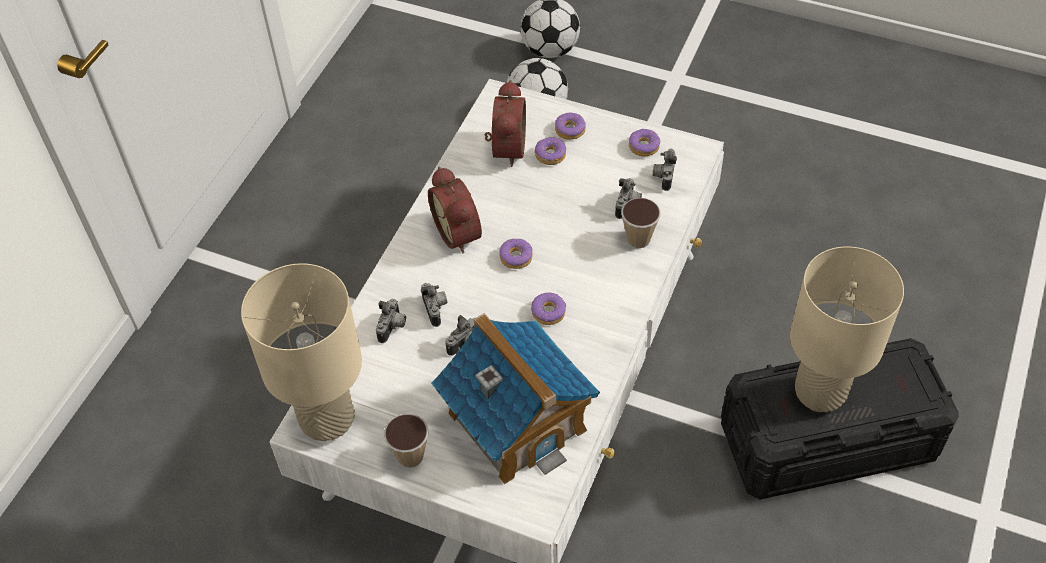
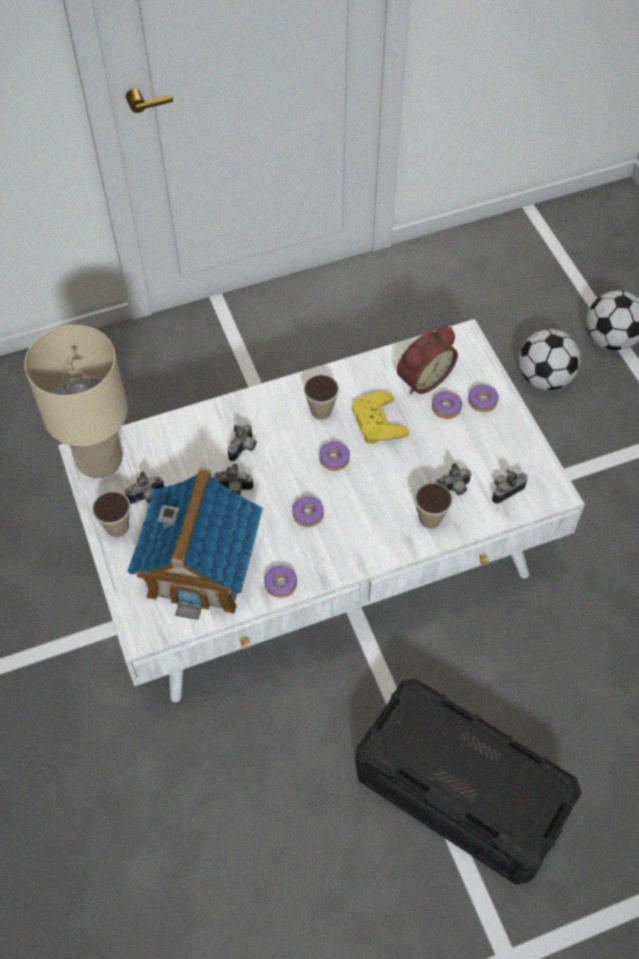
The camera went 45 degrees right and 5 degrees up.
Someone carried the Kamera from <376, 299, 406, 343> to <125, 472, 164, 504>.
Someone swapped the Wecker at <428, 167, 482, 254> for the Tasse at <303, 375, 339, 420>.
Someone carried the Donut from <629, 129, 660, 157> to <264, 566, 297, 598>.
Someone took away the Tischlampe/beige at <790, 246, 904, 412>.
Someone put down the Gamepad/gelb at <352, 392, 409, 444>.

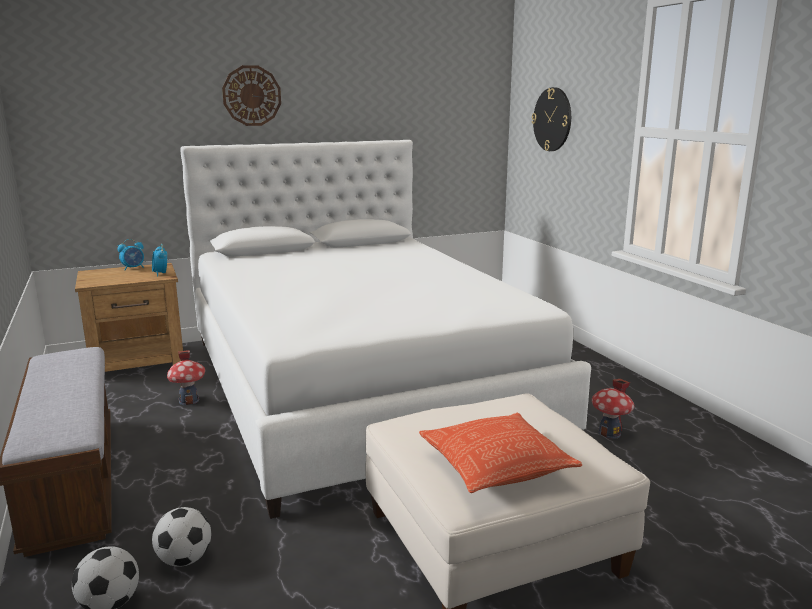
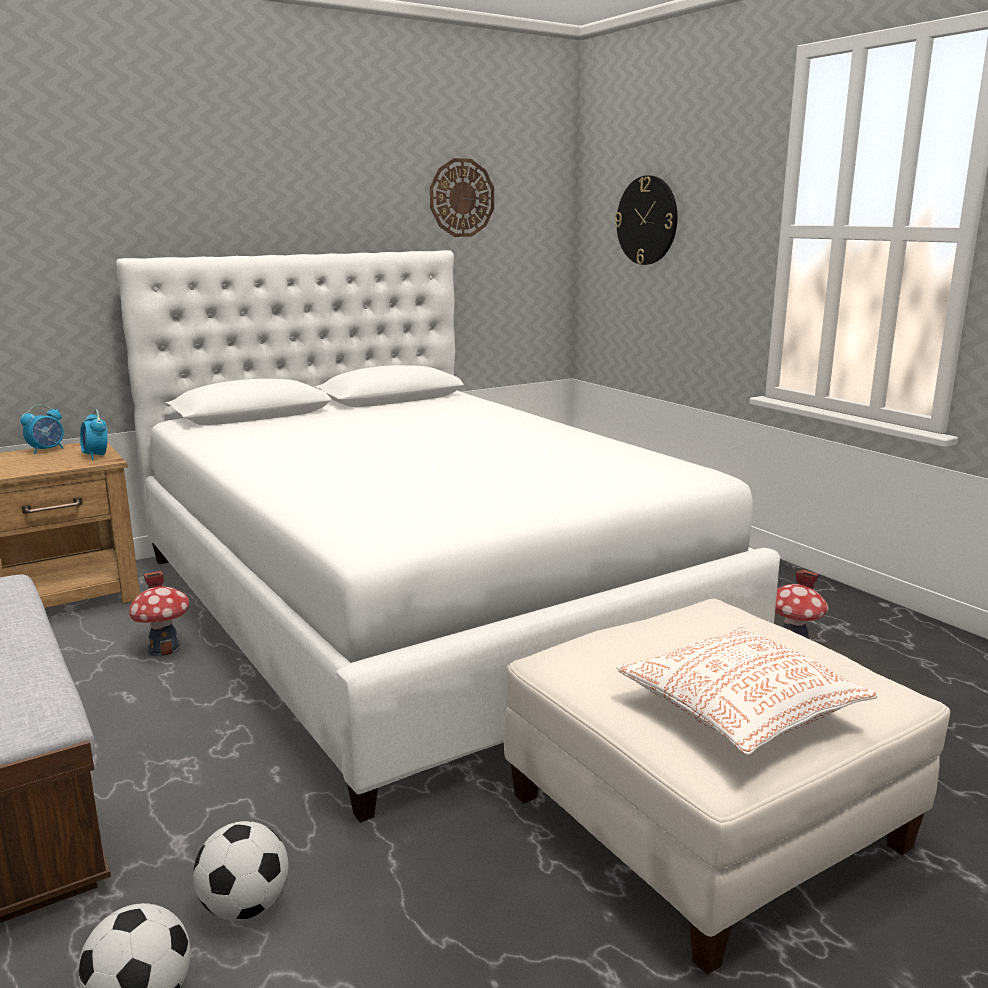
The camera went 10 degrees left and 0 degrees up.
Someone carried the Wanduhr from <222, 65, 281, 126> to <430, 158, 494, 237>.
Someone repainted the Kissen/orange at <419, 413, 582, 493>, which became the Kissen/weiß at <617, 627, 877, 755>.

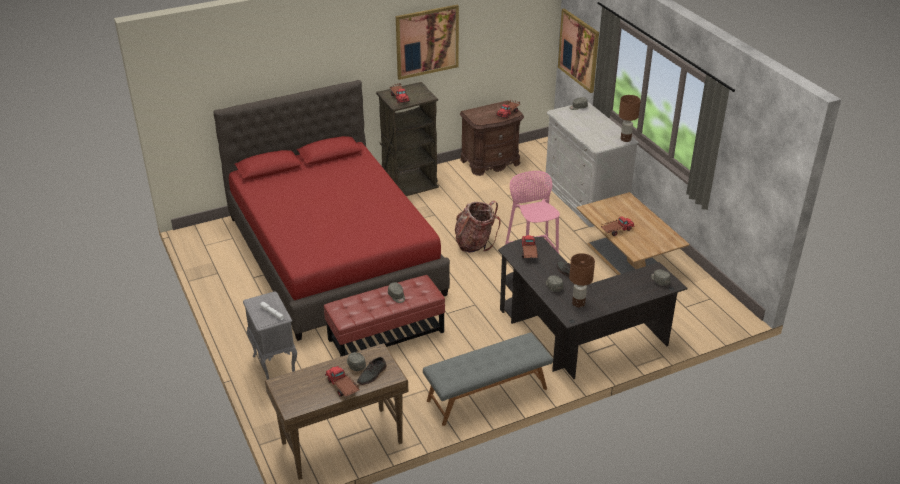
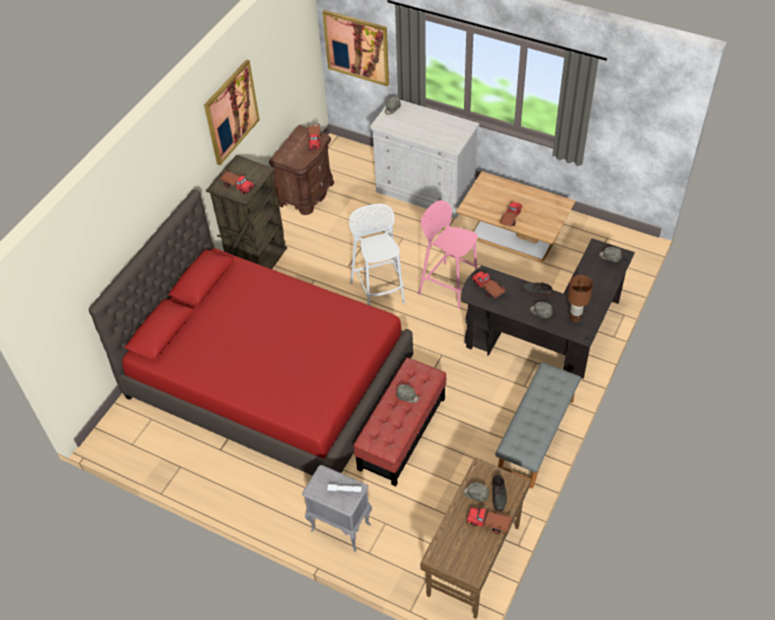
The camera went 35 degrees left and 15 degrees up.
Someone swapped the Rucksack at <455, 201, 501, 253> for the Hocker/weiß at <349, 204, 405, 305>.
Someone took away the Tischlampe/braun at <619, 95, 641, 142>.

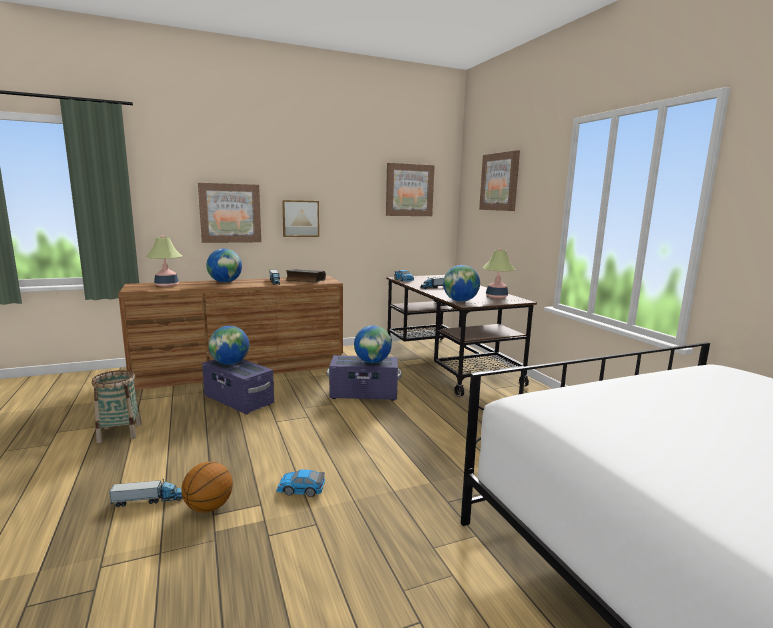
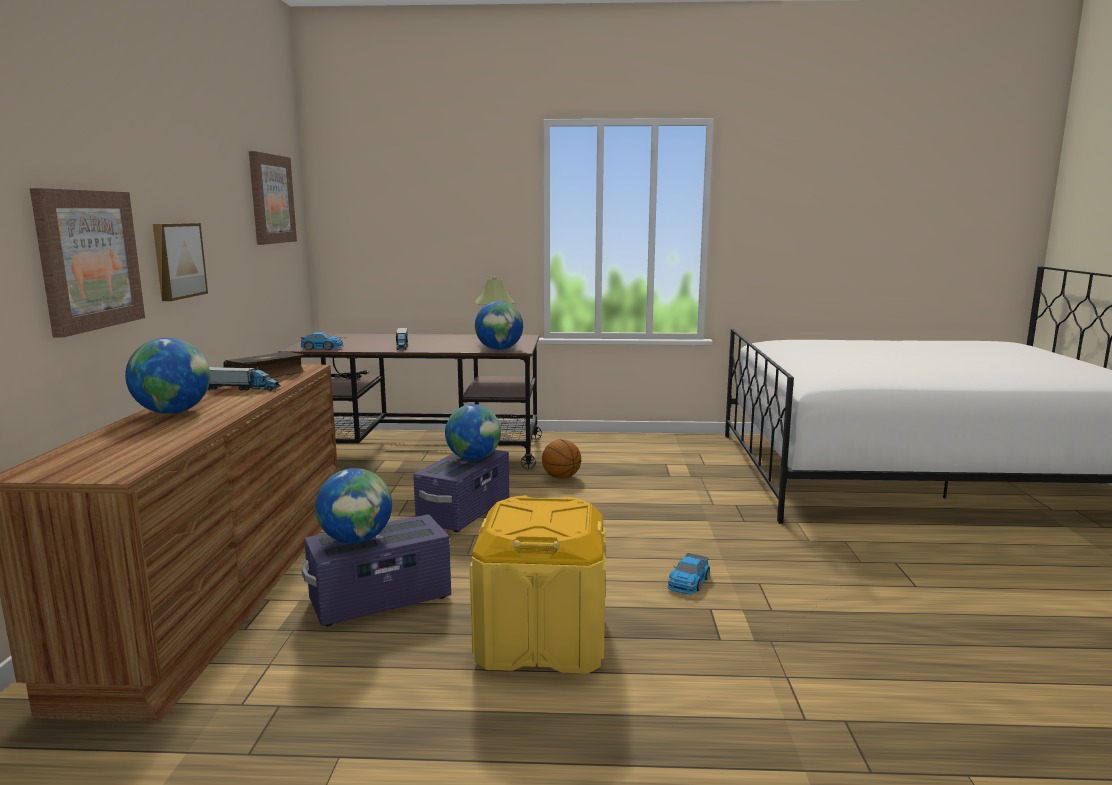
The camera went 65 degrees left and 0 degrees up.
Someone took away the Korb at <91, 370, 142, 443>.
Someone took away the Spielzeuglaster at <109, 479, 183, 507>.
Someone took away the Tischlampe at <146, 236, 183, 287>.
Someone carried the Basketball from <182, 462, 233, 513> to <542, 439, 581, 479>.
Someone took away the Bild at <479, 150, 520, 211>.
Someone put down the Aufbewahrungsbox/gelb at <470, 495, 606, 674>.

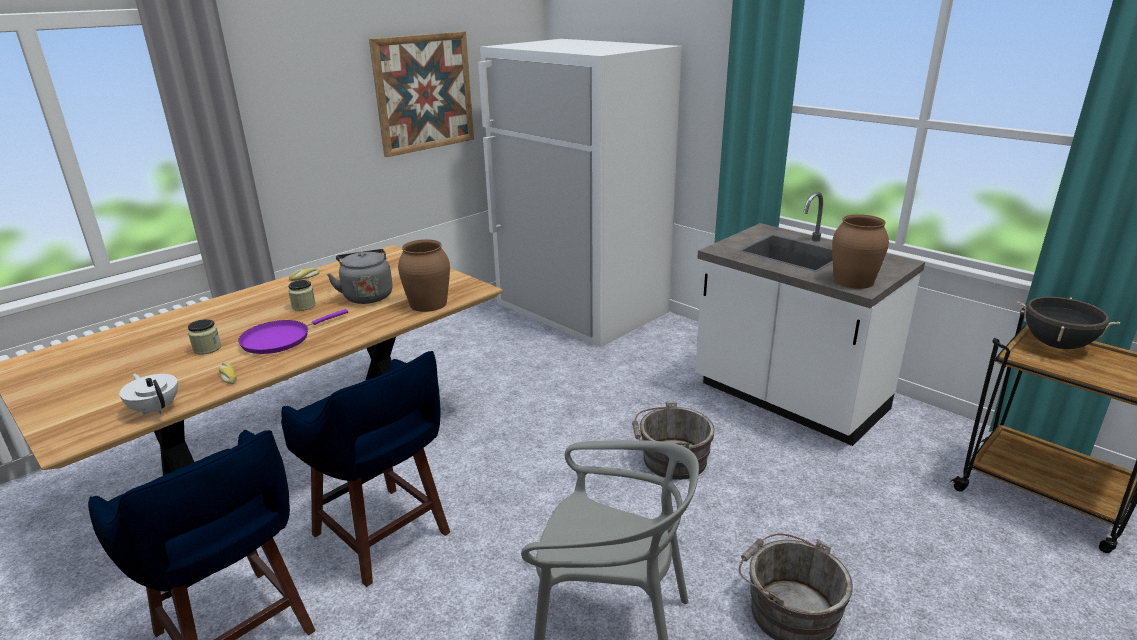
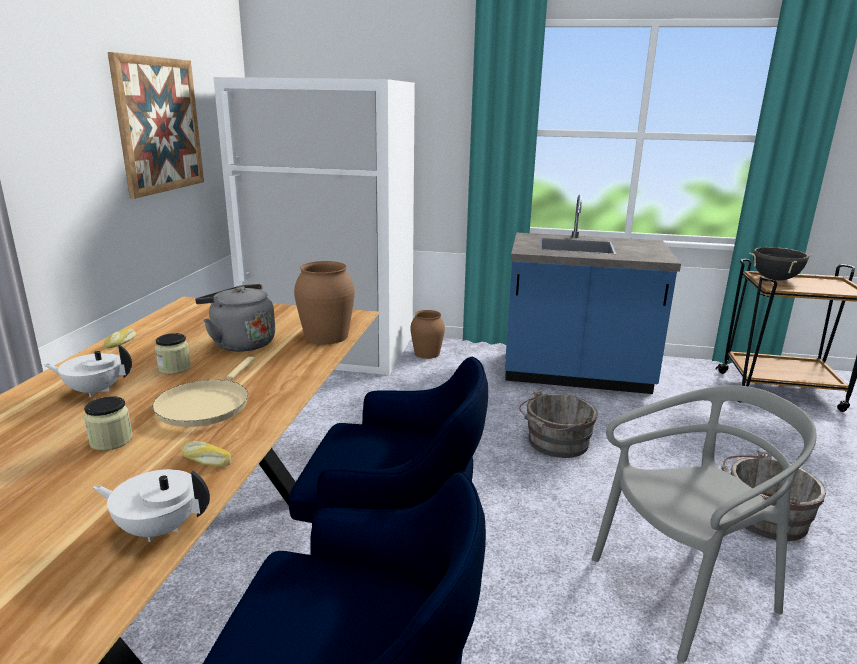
The camera went 35 degrees left and 5 degrees down.
Someone repainted the Pfanne/lila at <238, 309, 348, 354>, which became the Pfanne/beige at <152, 357, 255, 427>.
Someone repainted the Küchenzeile/weiß at <695, 192, 925, 446>, which became the Küchenzeile/blau at <505, 195, 681, 394>.
Someone carried the Vase/braun from <832, 214, 889, 289> to <410, 310, 445, 359>.
Someone put down the Teekanne/weiß at <44, 345, 132, 397>.

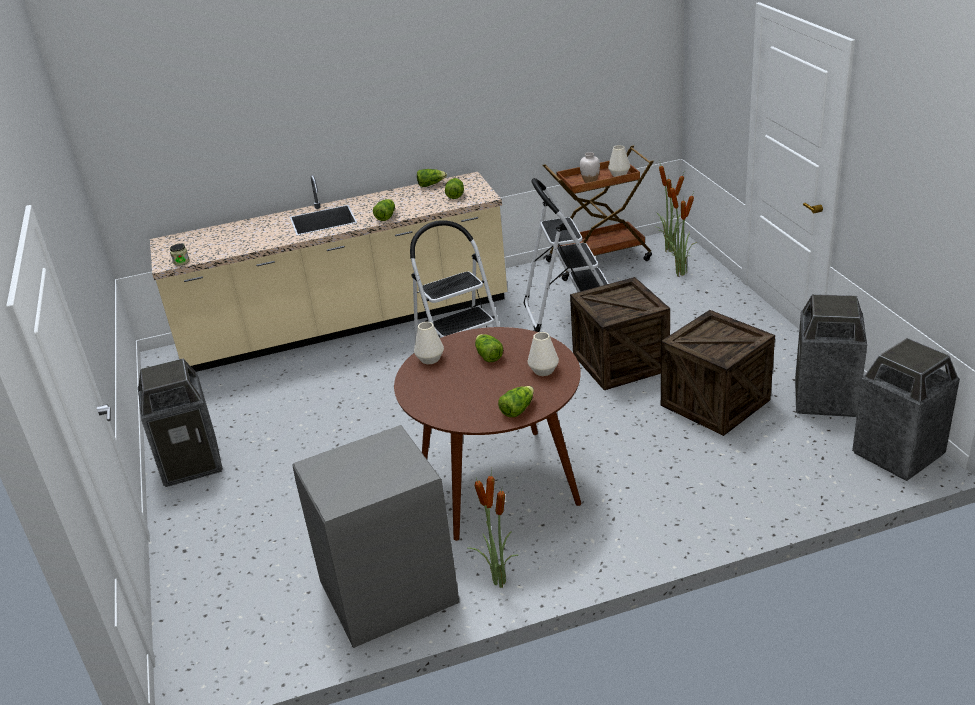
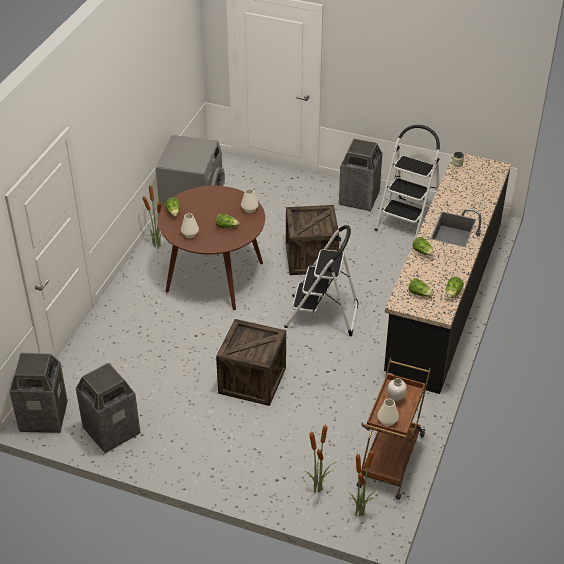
The camera went 125 degrees right and 10 degrees up.
Someone repainted the Küchenzeile/beige at <150, 172, 507, 372>, which became the Küchenzeile/schwarz at <384, 152, 511, 394>.
Someone carried the Trittleiter from <524, 178, 609, 332> to <375, 125, 440, 242>.
Someone carried the Kiste from <661, 310, 775, 436> to <286, 205, 339, 275>.

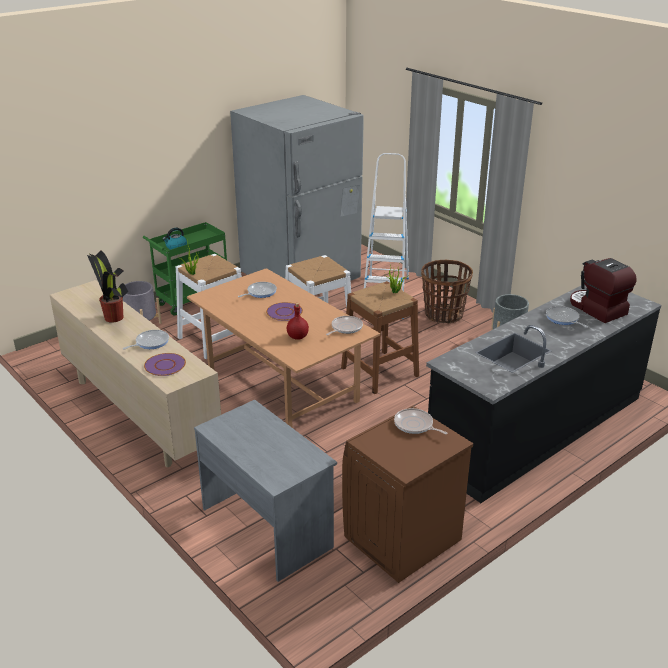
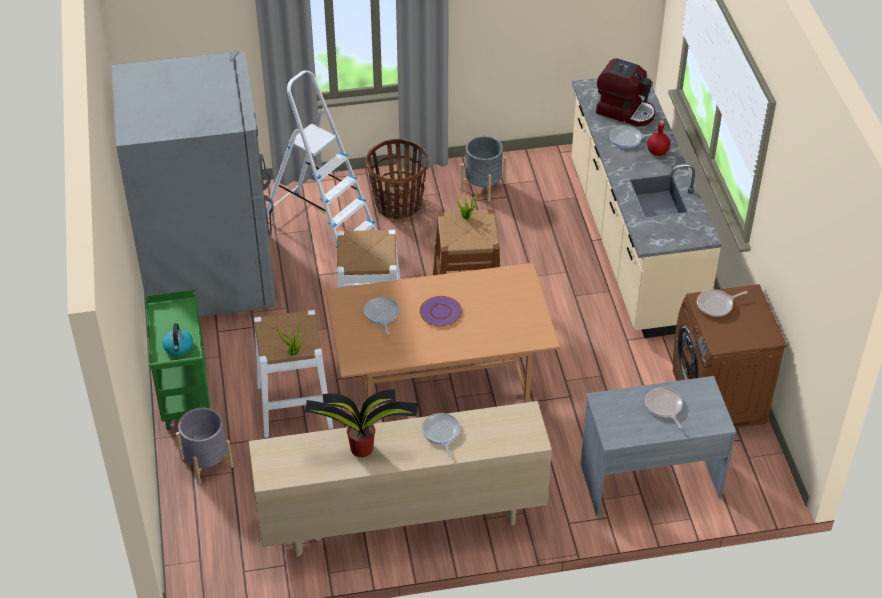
The camera went 60 degrees left and 15 degrees up.
Someone took away the Teller/lila at <144, 353, 186, 376>.
Someone carried the Flasche/rot from <287, 303, 309, 340> to <647, 120, 670, 156>.
Someone carried the Pfanne from <326, 316, 363, 335> to <645, 387, 683, 429>.
Someone repainted the Küchenzeile/schwarz at <426, 285, 661, 503>, which became the Küchenzeile/beige at <571, 75, 722, 338>.
Someone rotated the Kaffeemaschine at <570, 258, 636, 323> by 150 degrees counterclockwise.

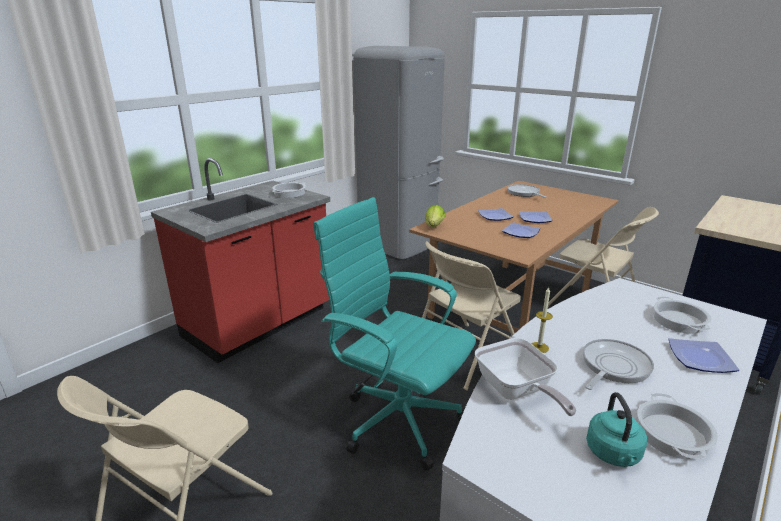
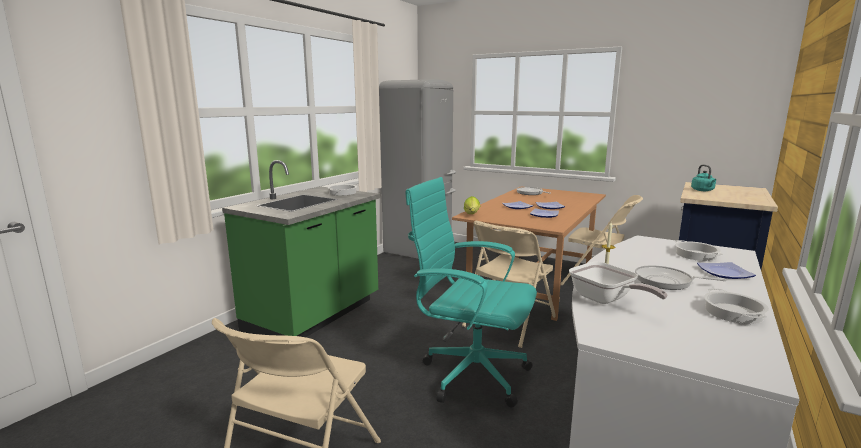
The camera went 10 degrees left and 10 degrees down.
Someone repainted the Küchenzeile/rot at <151, 158, 330, 363>, which became the Küchenzeile/grün at <222, 160, 380, 337>.
Someone rotated the Pfanne at <583, 339, 654, 390> by 105 degrees counterclockwise.
Someone carried the Wasserkessel/türkis from <586, 392, 647, 467> to <691, 165, 716, 191>.

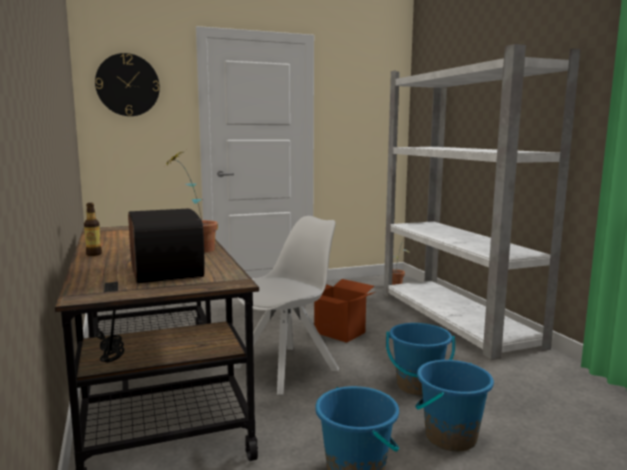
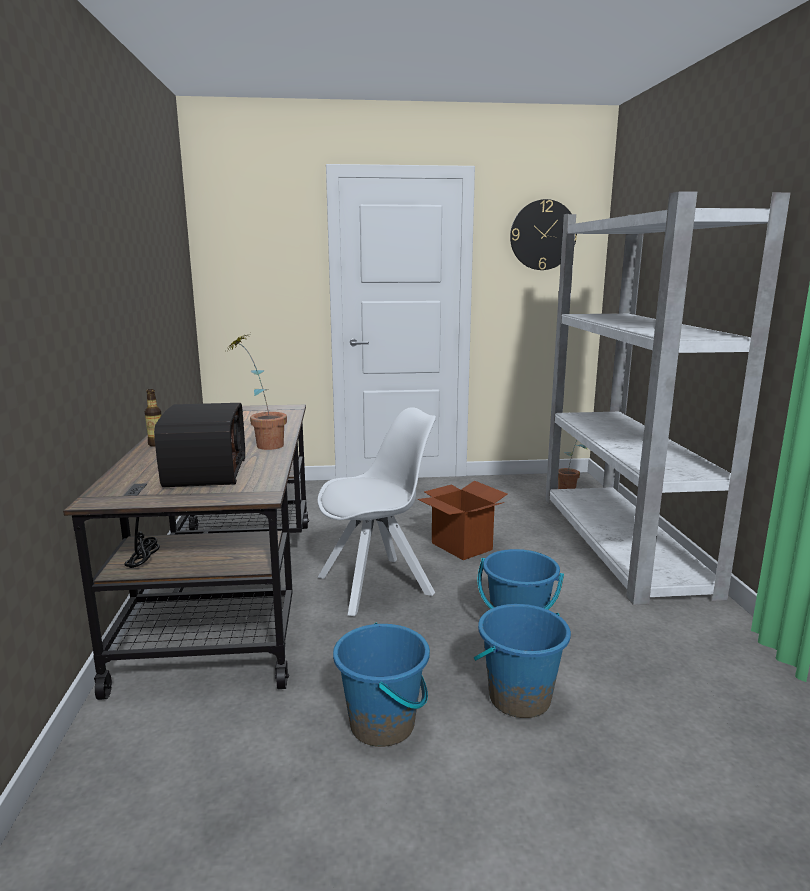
The camera went 15 degrees right and 5 degrees up.
Someone carried the Wanduhr from <95, 53, 160, 116> to <510, 199, 577, 270>.

